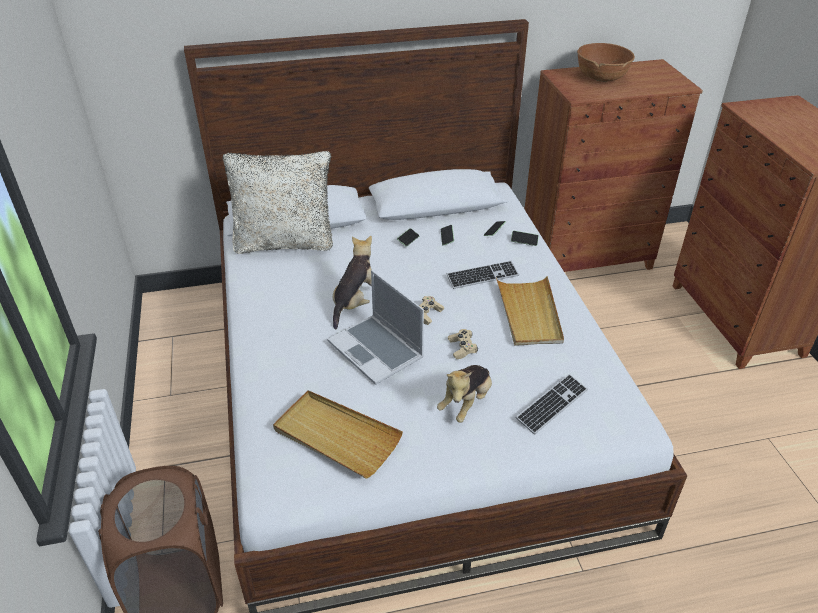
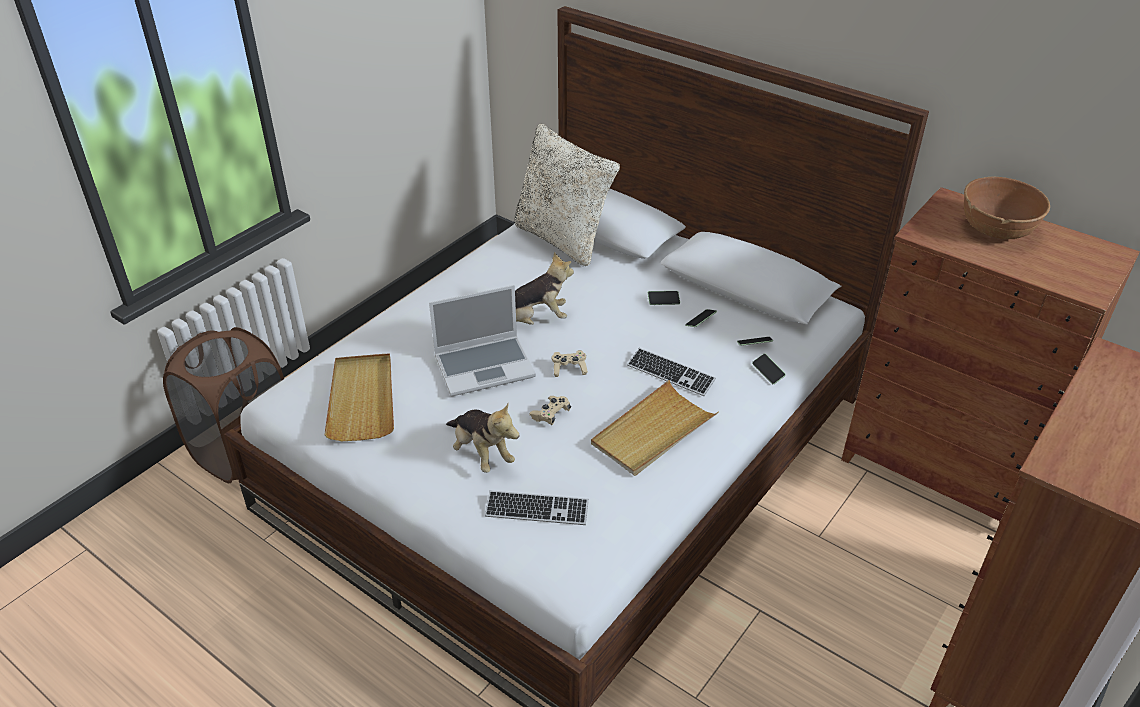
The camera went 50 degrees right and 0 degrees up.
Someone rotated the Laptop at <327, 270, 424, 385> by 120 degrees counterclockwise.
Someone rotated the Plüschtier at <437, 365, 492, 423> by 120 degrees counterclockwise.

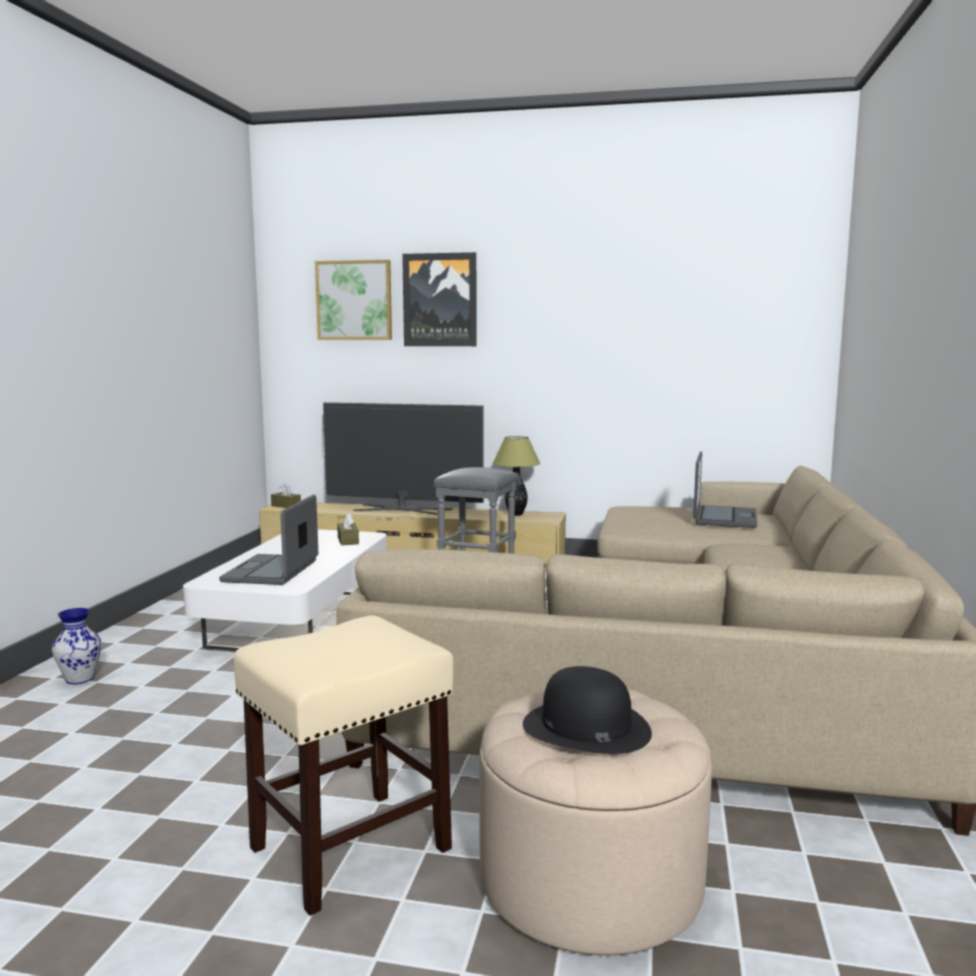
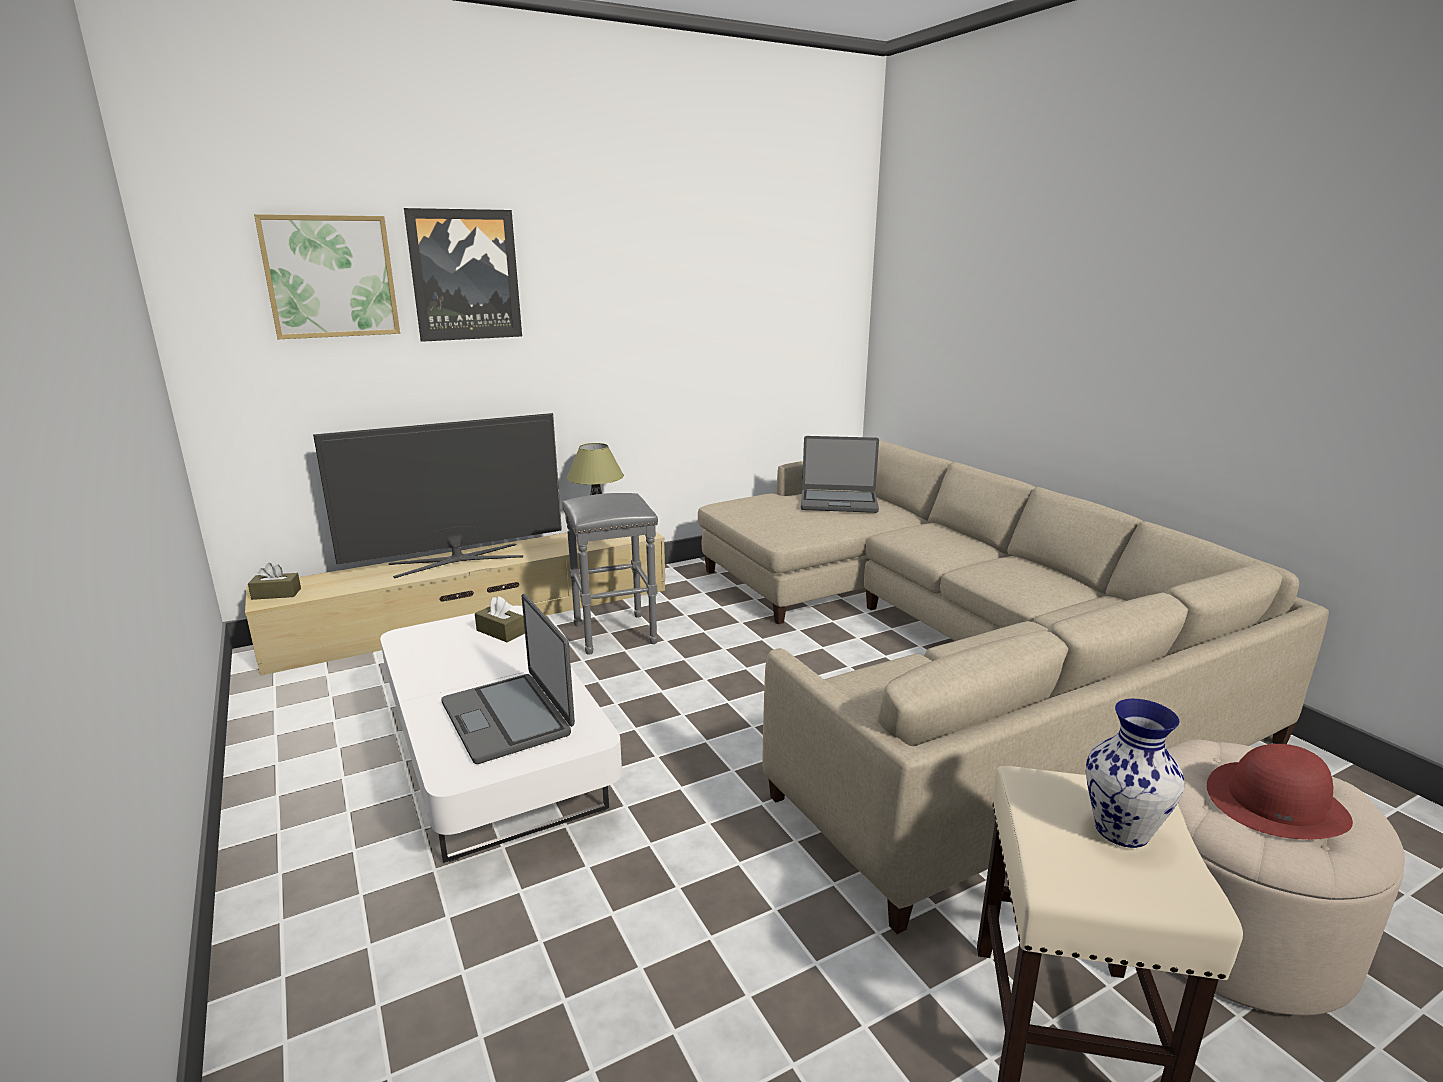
The camera went 40 degrees left and 10 degrees up.
Someone carried the Vase from <52, 608, 101, 684> to <1086, 699, 1185, 848>.
Someone repainted the Hut/schwarz at <523, 666, 652, 754>, which became the Hut/rot at <1207, 744, 1353, 839>.
Someone rotated the Laptop at <693, 451, 757, 528> by 120 degrees clockwise.

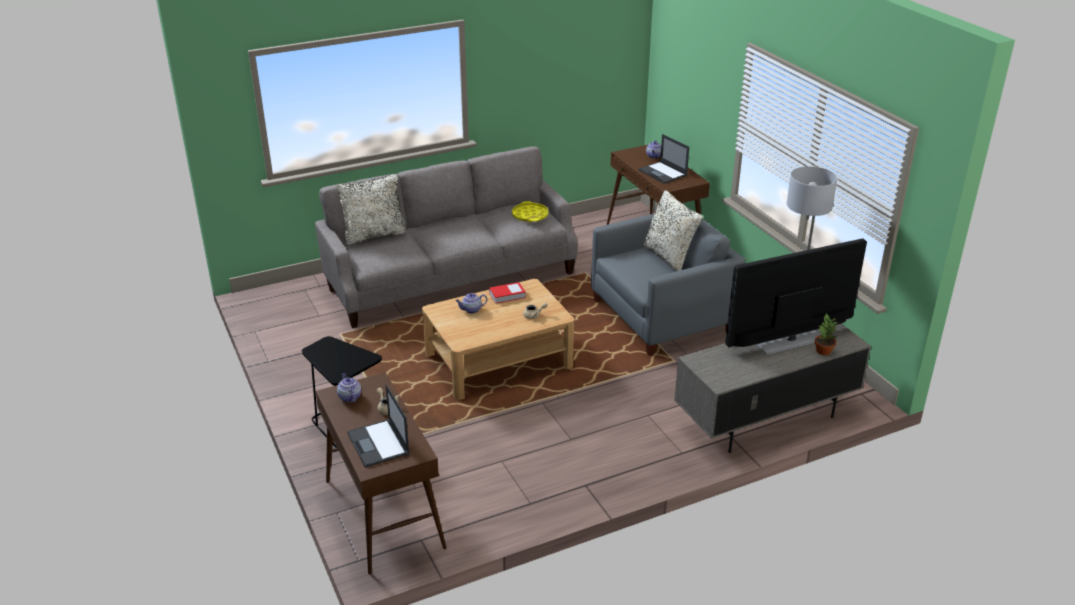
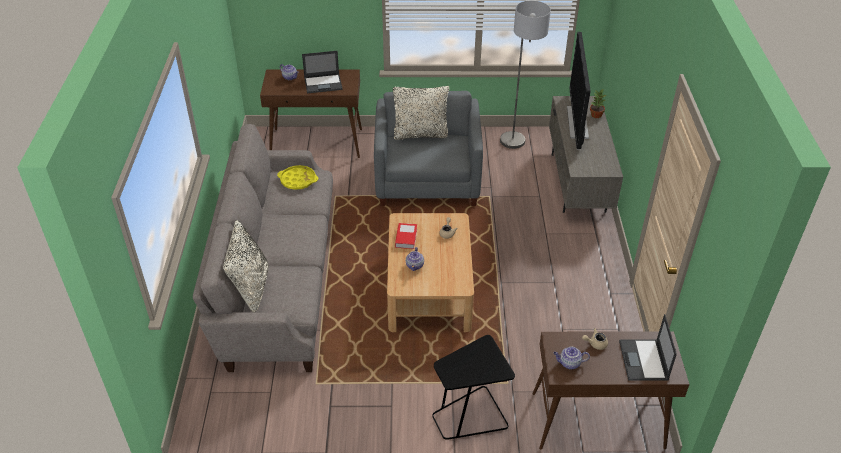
The camera went 65 degrees left and 10 degrees up.
Someone rotated the Laptop at <347, 384, 410, 468> by 90 degrees clockwise.

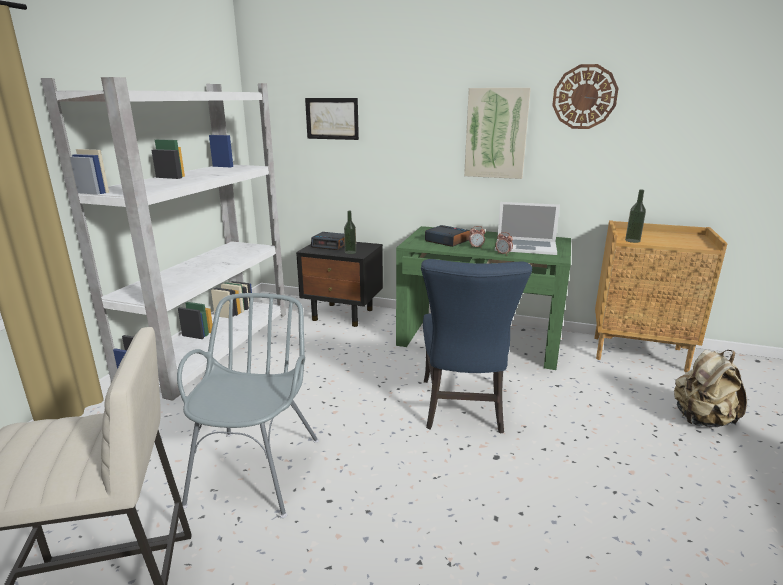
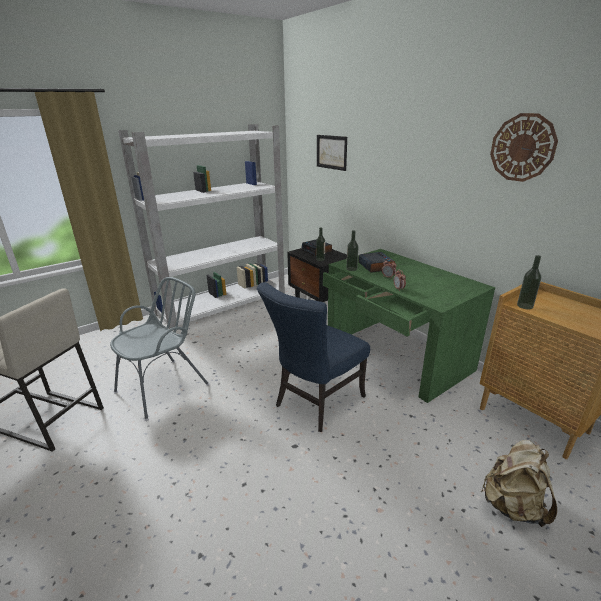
The camera went 35 degrees right and 5 degrees up.
Someone took away the Bild at <464, 88, 531, 179>.
Someone took away the Laptop at <495, 202, 560, 255>.
Someone put down the Flasche at <346, 230, 358, 271>.

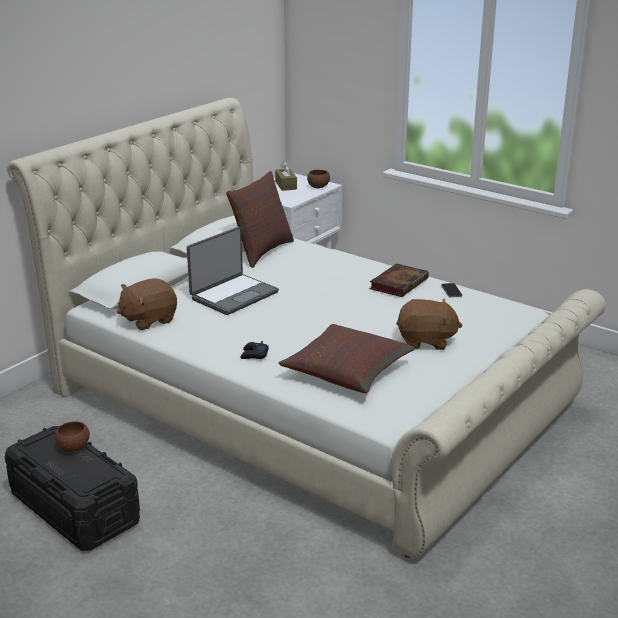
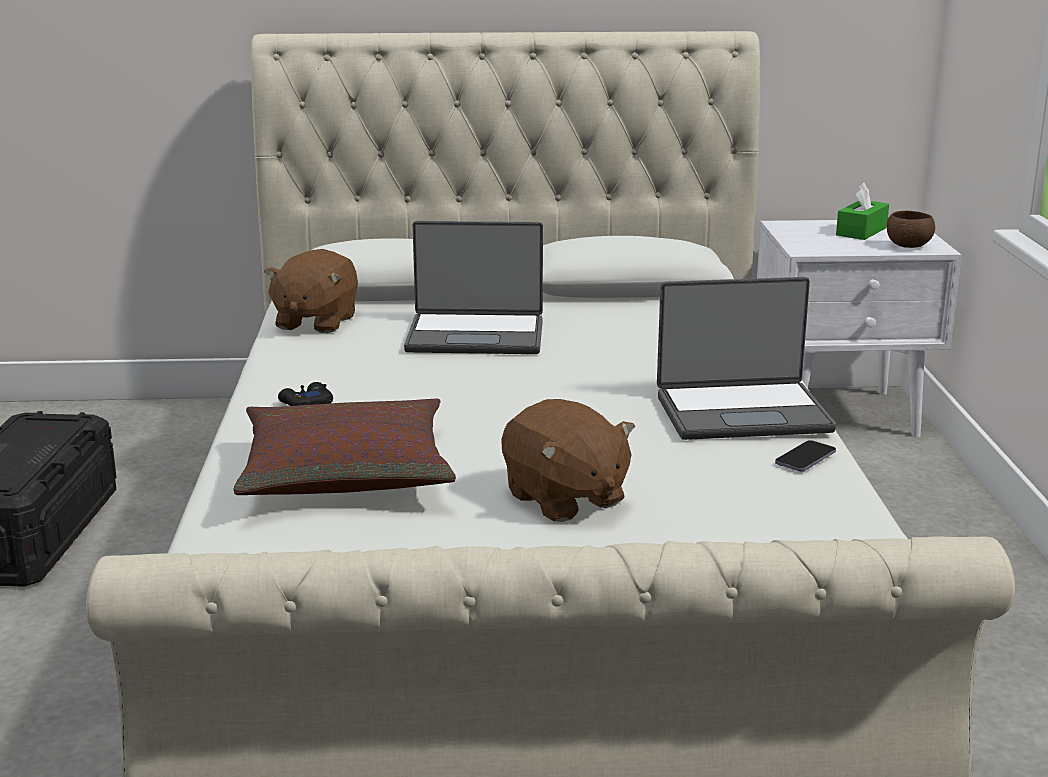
The camera went 50 degrees right and 5 degrees down.
Someone took away the Schüssel/braun at <55, 421, 90, 452>.
Someone rotated the Plüschtier/braun at <117, 278, 177, 330> by 90 degrees counterclockwise.
Someone took away the Kissen/braun at <226, 171, 294, 268>.
Someone repainted the Taschentuchbox/braun at <275, 161, 297, 191>, which became the Taschentuchbox/grün at <836, 183, 889, 240>.
Someone swapped the Buch at <370, 264, 429, 297> for the Laptop at <657, 277, 836, 440>.

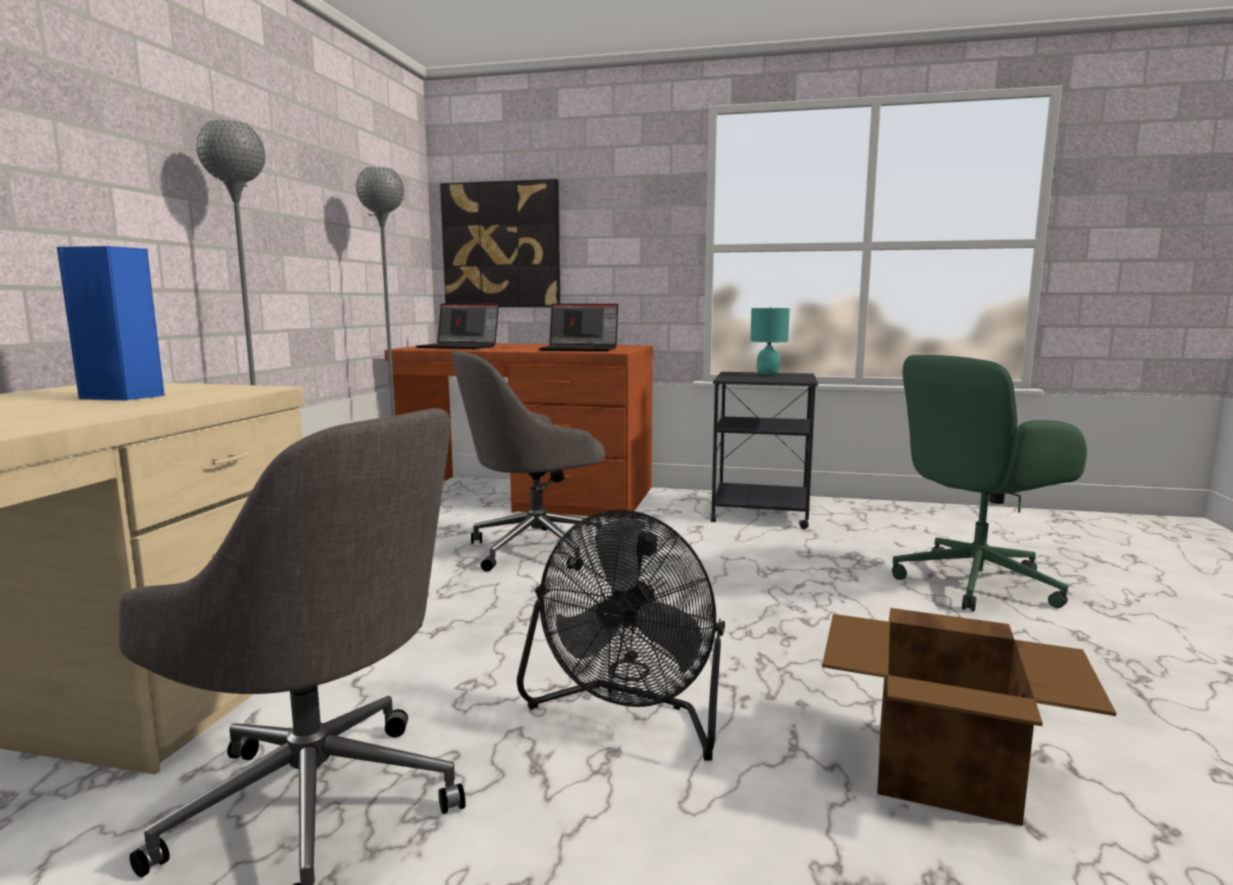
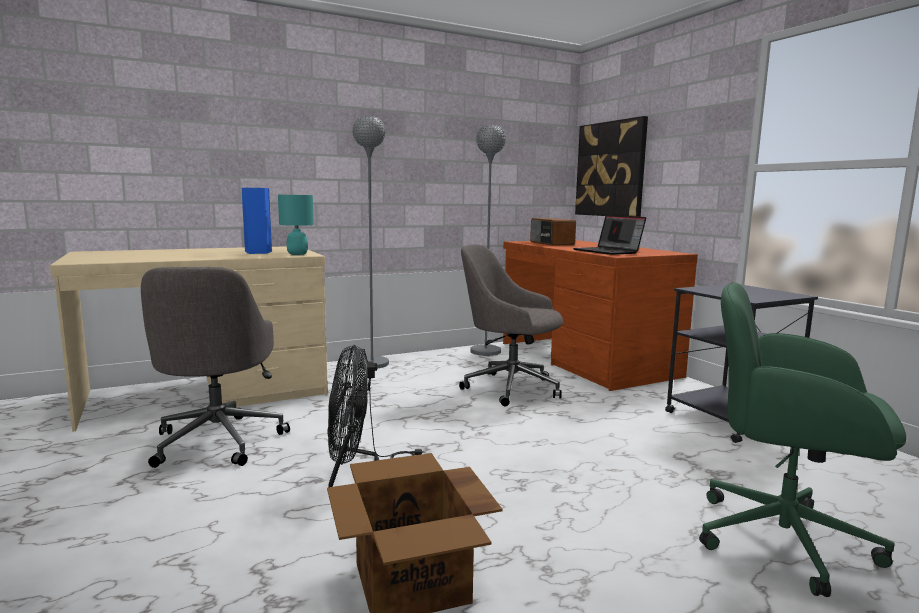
The camera went 50 degrees right and 0 degrees up.
Someone swapped the Laptop at <416, 304, 499, 349> for the Radio at <530, 218, 576, 246>.
Someone carried the Tischlampe/türkis from <750, 307, 790, 375> to <278, 194, 314, 255>.

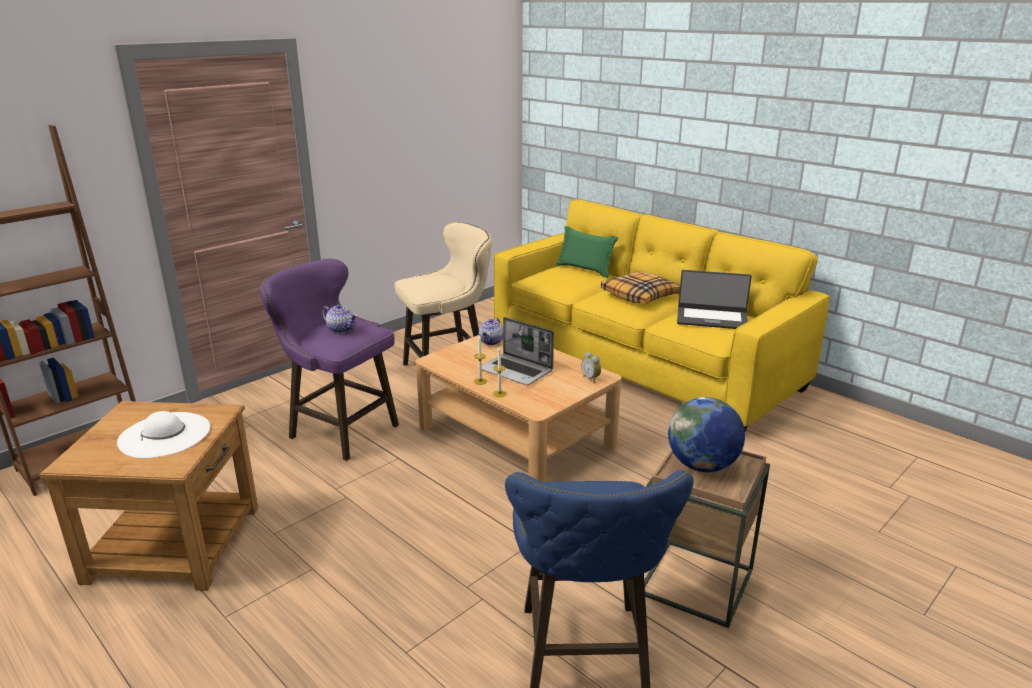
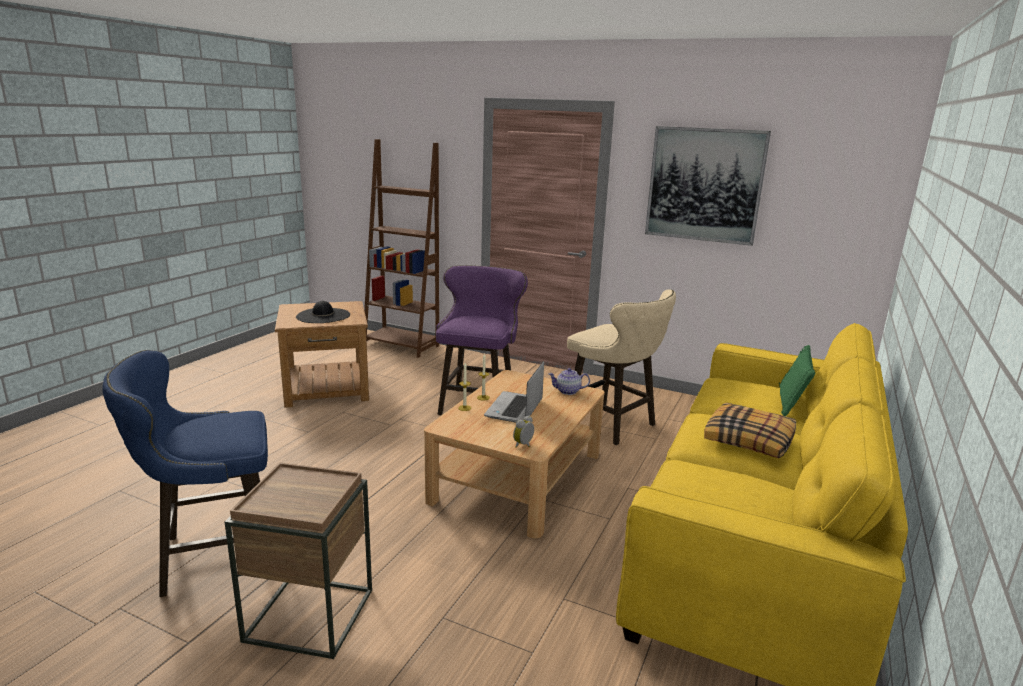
The camera went 70 degrees right and 5 degrees down.
Someone repainted the Hut/weiß at <117, 411, 210, 458>, which became the Hut/schwarz at <296, 301, 350, 323>.
Someone took away the Teekanne at <321, 304, 358, 333>.
Someone took away the Globus at <668, 397, 745, 472>.
Someone took away the Laptop at <677, 270, 752, 329>.
Someone put up the Bild at <645, 126, 771, 246>.

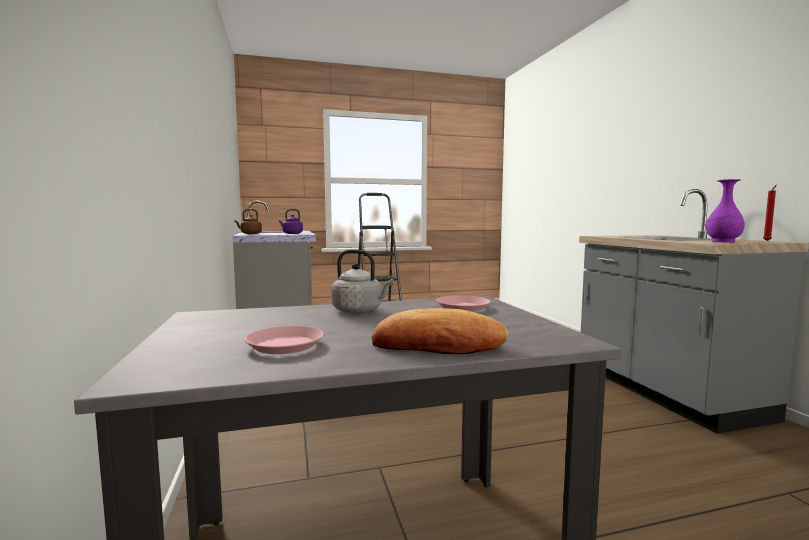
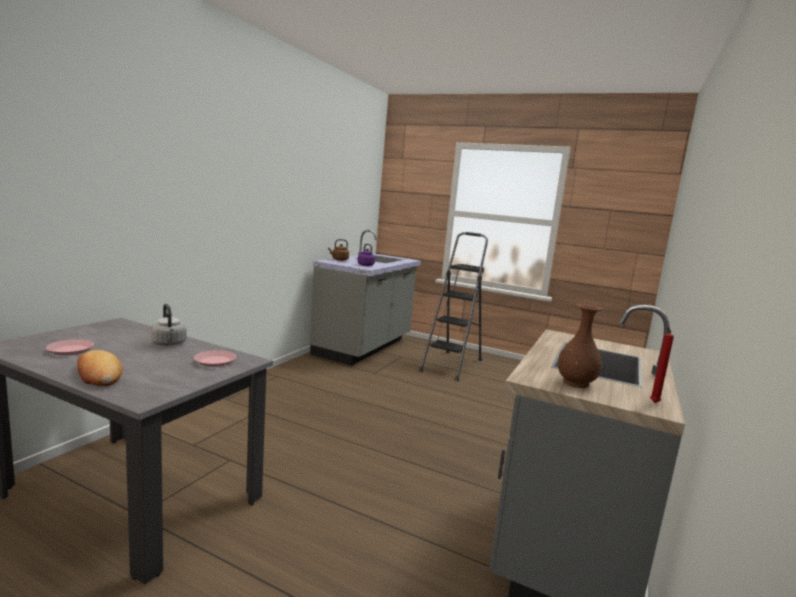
The camera went 40 degrees right and 5 degrees up.
Someone repainted the Vase/lila at <706, 179, 745, 242>, which became the Vase/braun at <558, 304, 603, 388>.

